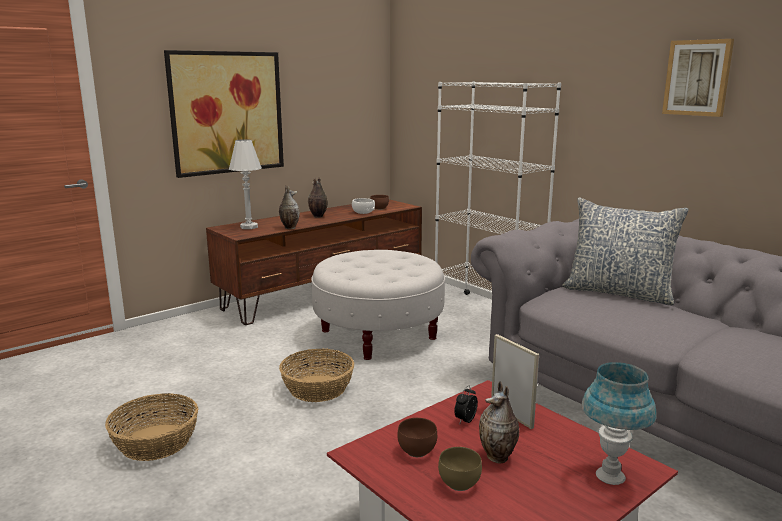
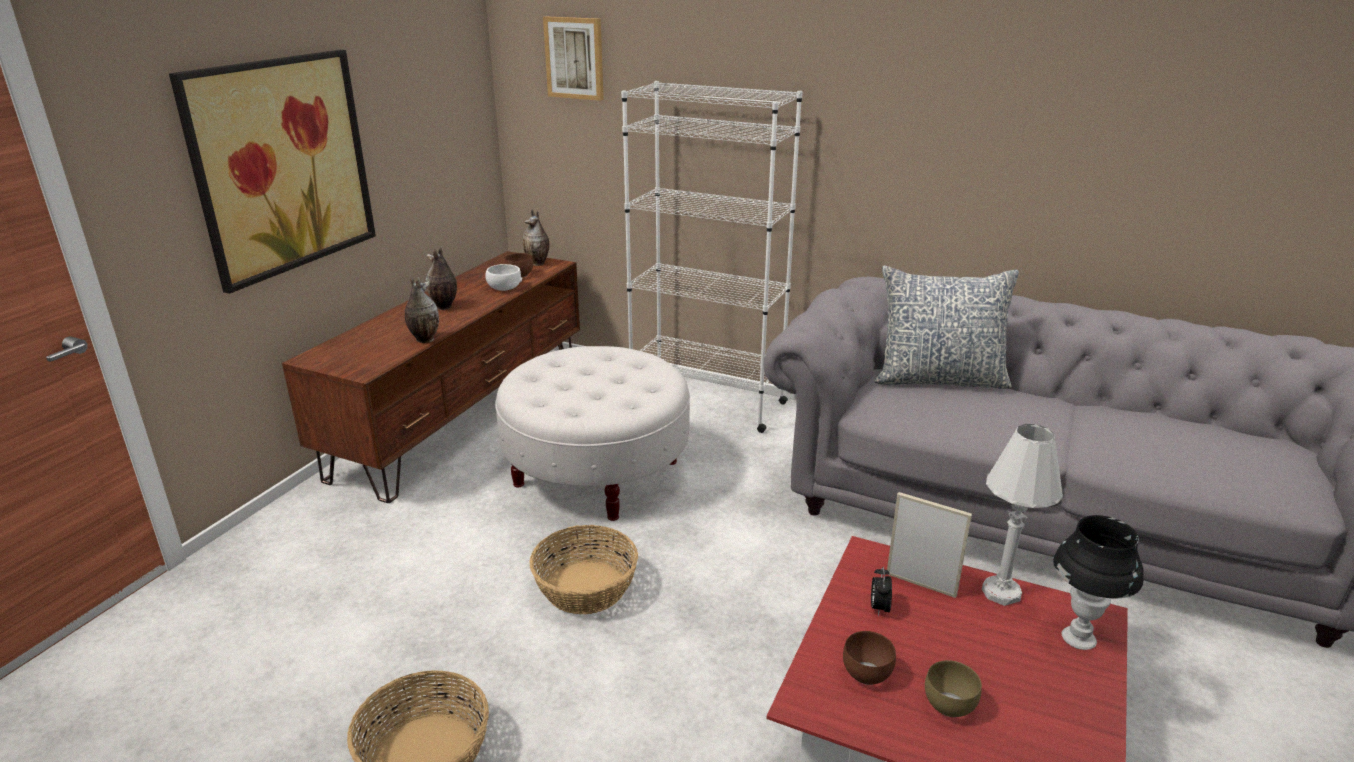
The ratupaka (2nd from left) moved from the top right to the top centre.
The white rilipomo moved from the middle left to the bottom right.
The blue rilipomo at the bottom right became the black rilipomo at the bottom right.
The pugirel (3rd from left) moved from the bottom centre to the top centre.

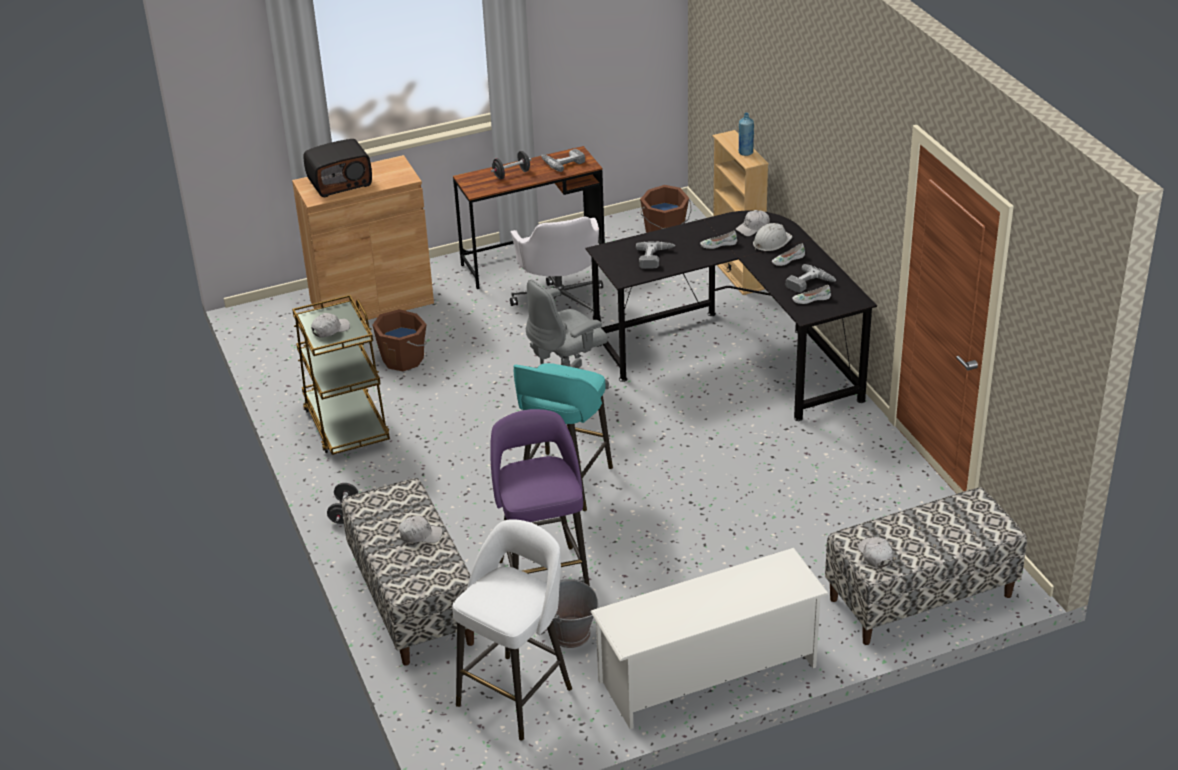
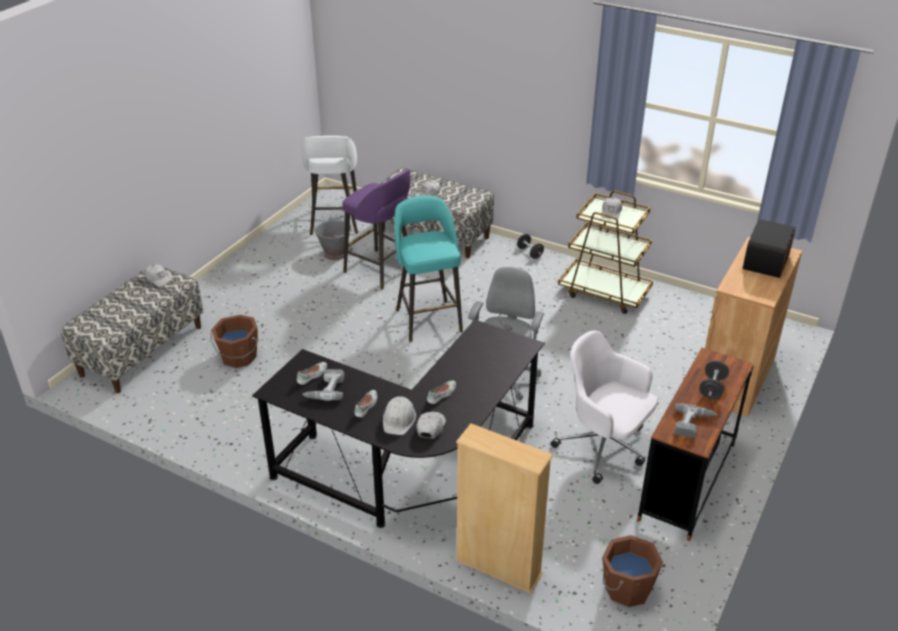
The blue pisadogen at the top centre disappeared.
The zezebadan (2nd from left) at the top centre disappeared.
The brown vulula (1st from left) moved from the centre to the middle left.
The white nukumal at the bottom centre disappeared.

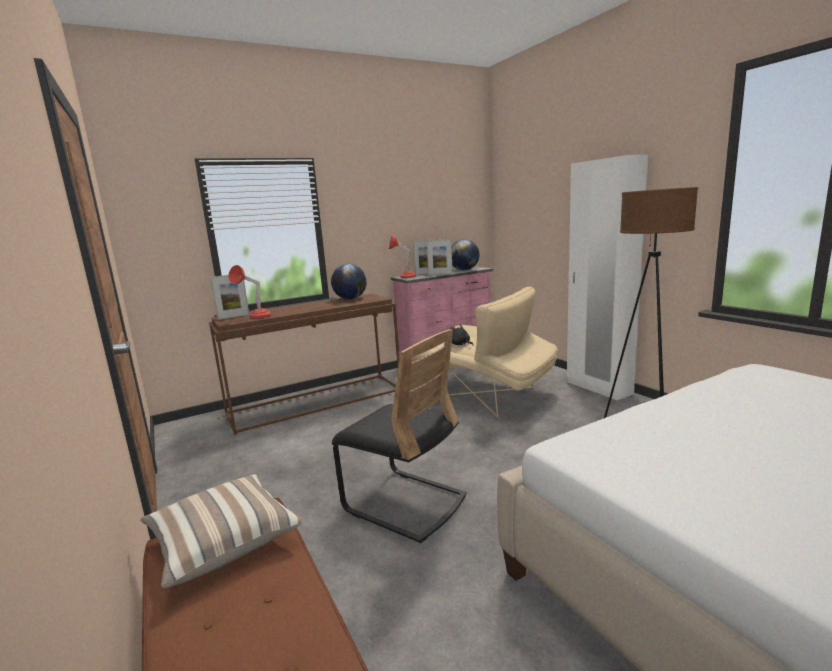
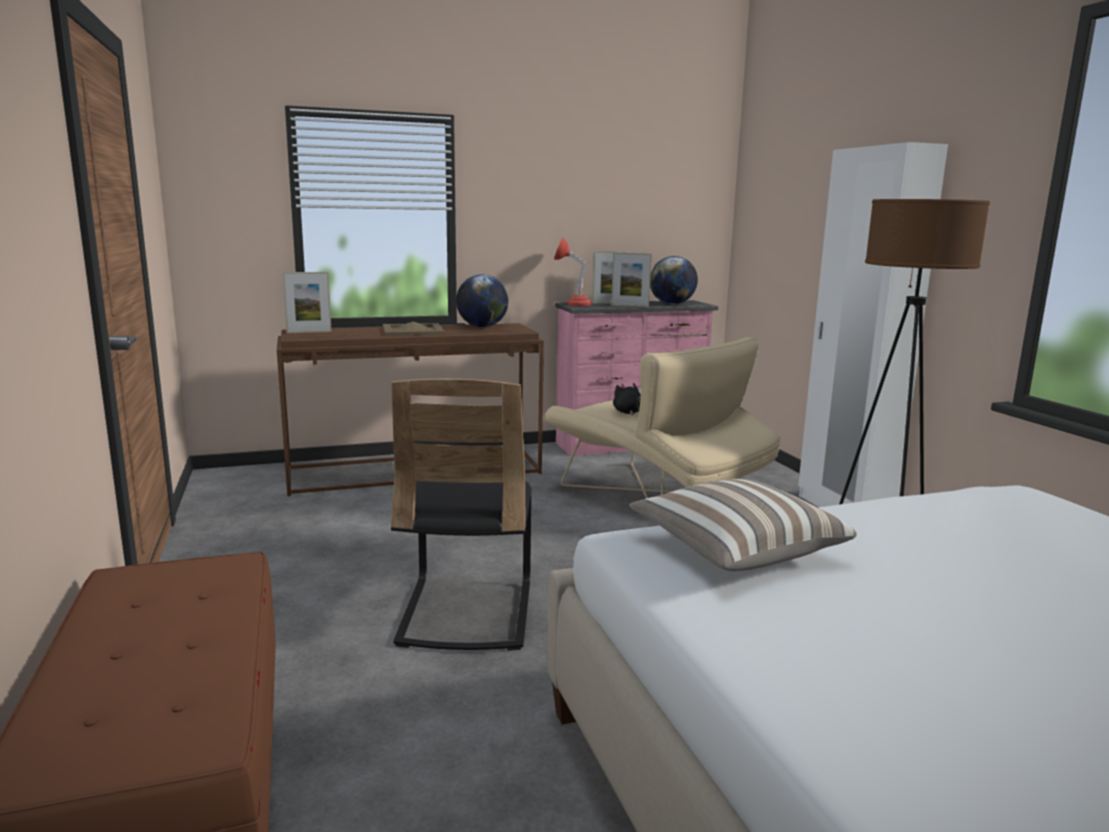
The red rilipomo (1st from left) at the middle left disappeared.
The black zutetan at the centre turned 45 degrees clockwise.
The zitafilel moved from the bottom left to the middle right.
The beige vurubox at the centre appeared.

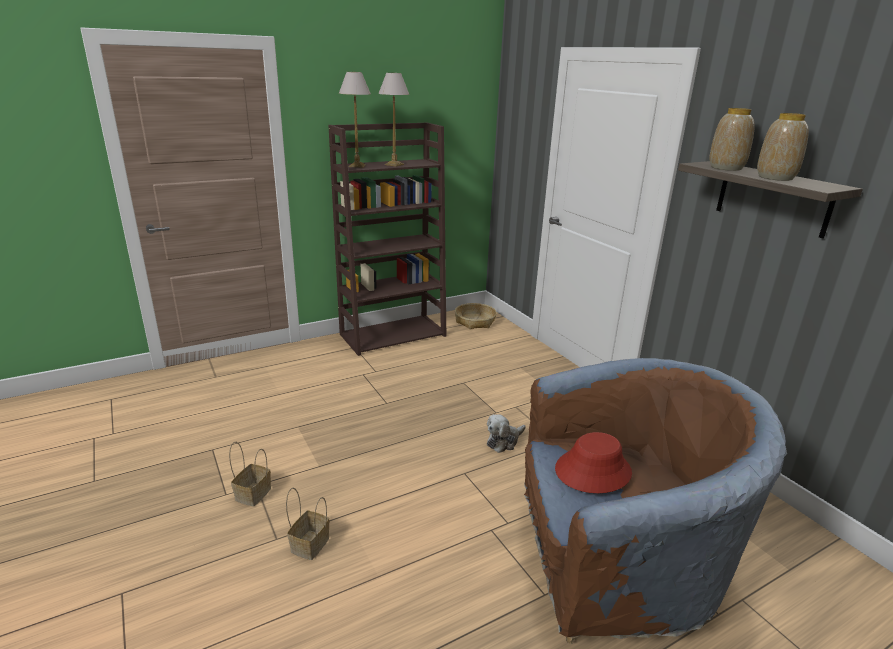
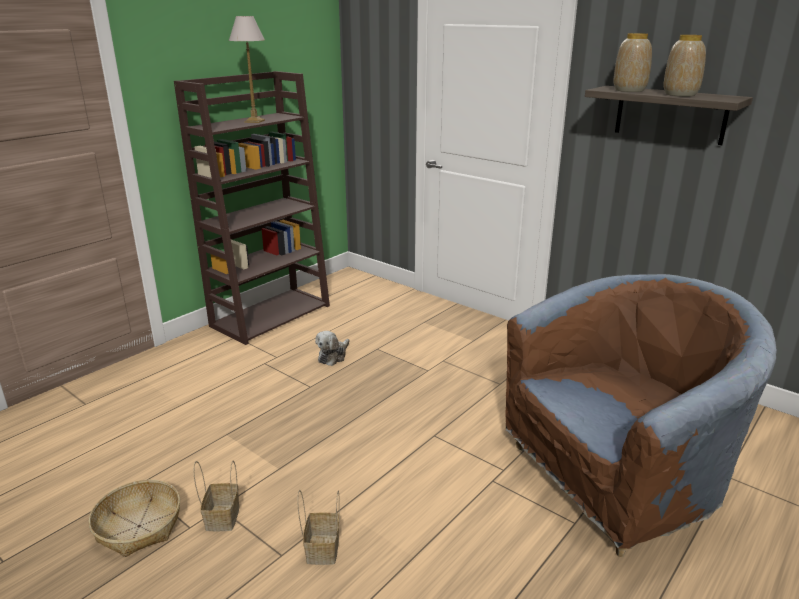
The rilipomo (1st from left) at the top centre disappeared.
The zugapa (3rd from left in the first image) moved from the centre to the bottom left.
The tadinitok moved from the bottom centre to the centre.
The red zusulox at the bottom centre disappeared.

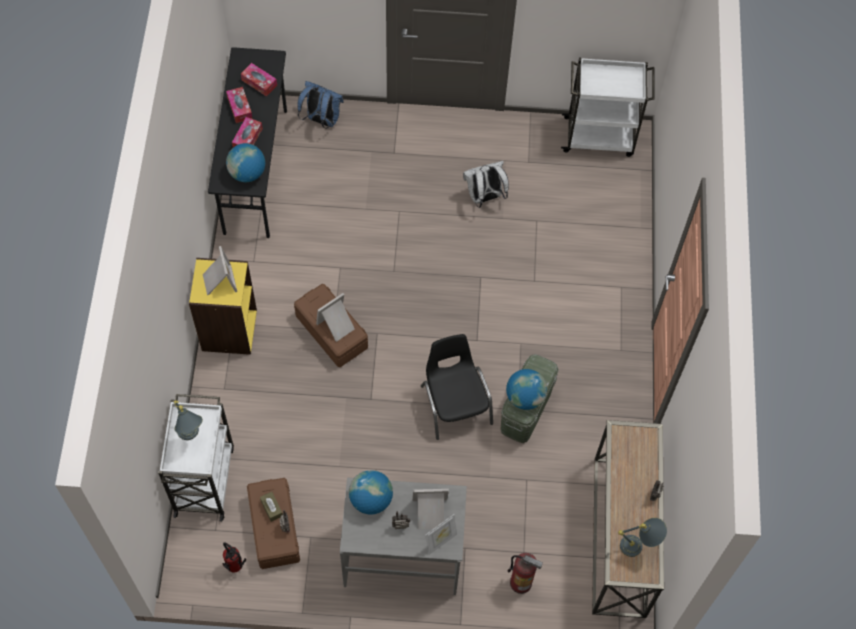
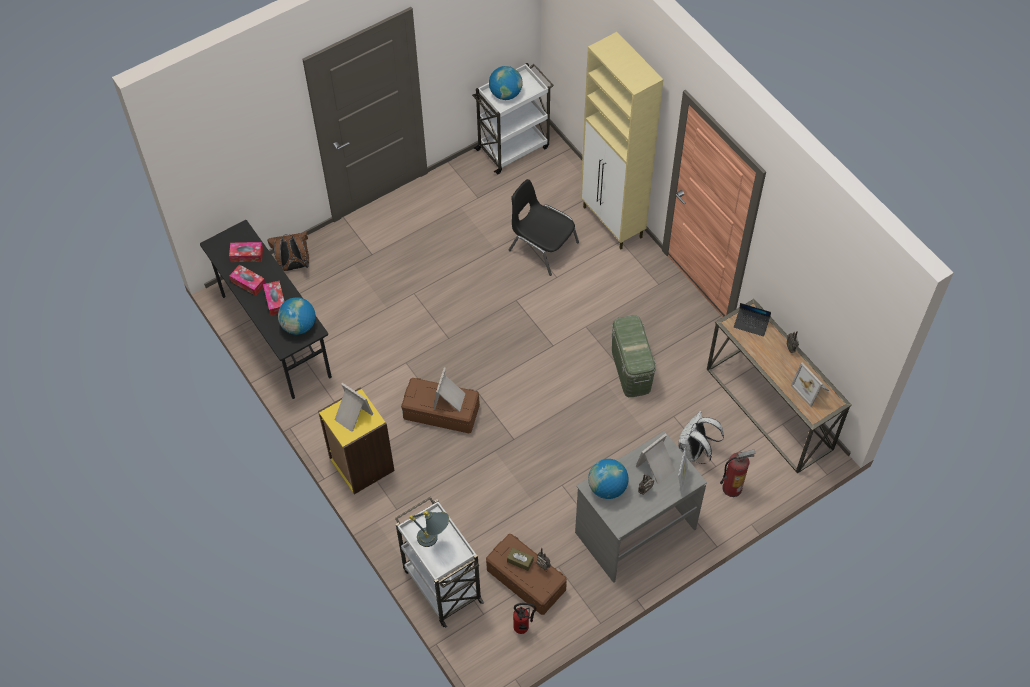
The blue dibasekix at the top centre became the brown dibasekix at the middle left.
The white dibasekix moved from the top centre to the middle right.
The black zutetan moved from the centre to the top centre.
The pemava (3rd from left in the first image) moved from the centre to the top centre.
The grey rilipomo (2nd from left) at the bottom right was replaced by the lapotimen (5th from left) at the middle right.
The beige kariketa at the top centre appeared.
The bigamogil at the middle right appeared.

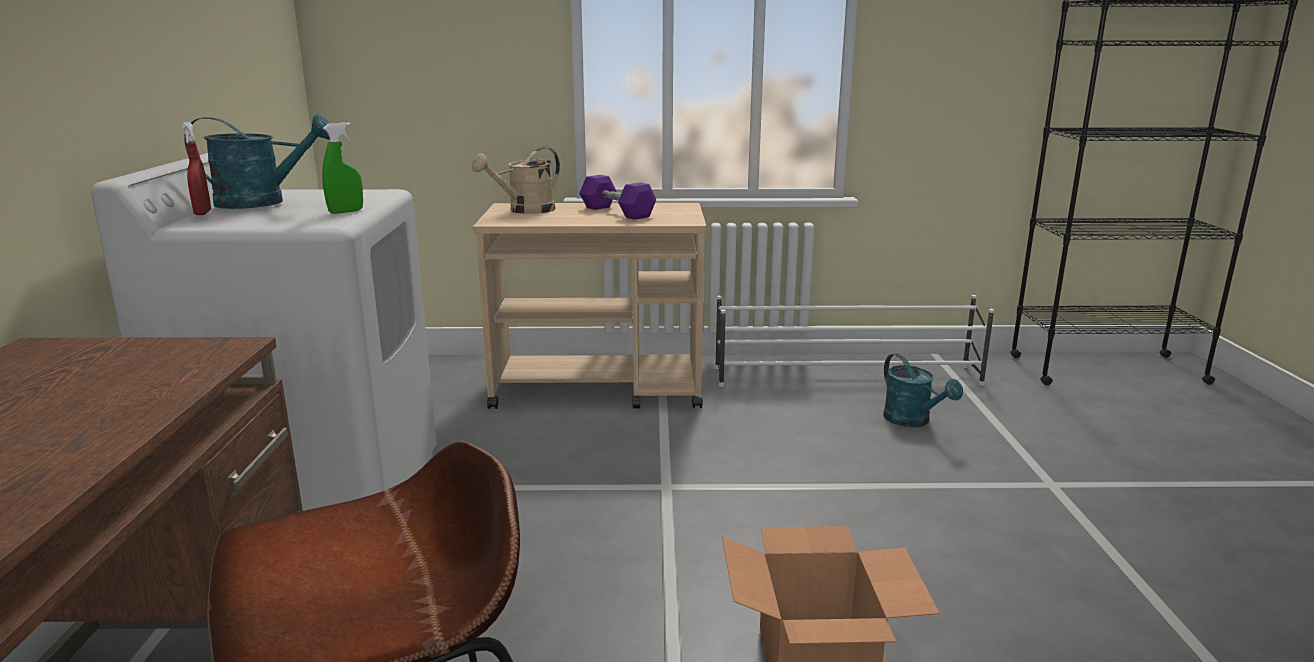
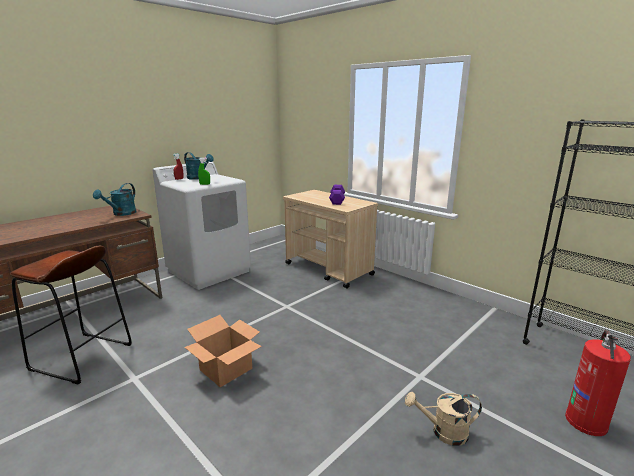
The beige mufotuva moved from the top centre to the bottom right.
The white nukumal at the centre disappeared.
The turquoise mufotuva (2nd from left in the first image) moved from the middle right to the middle left.
The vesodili at the bottom right appeared.

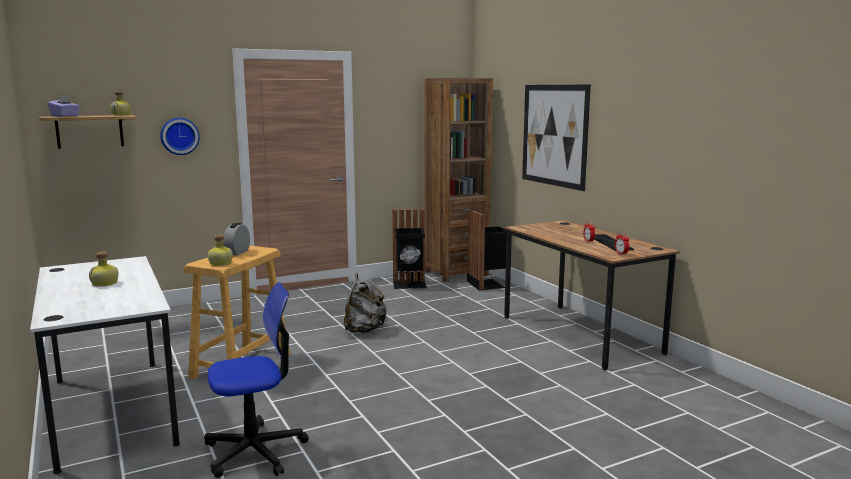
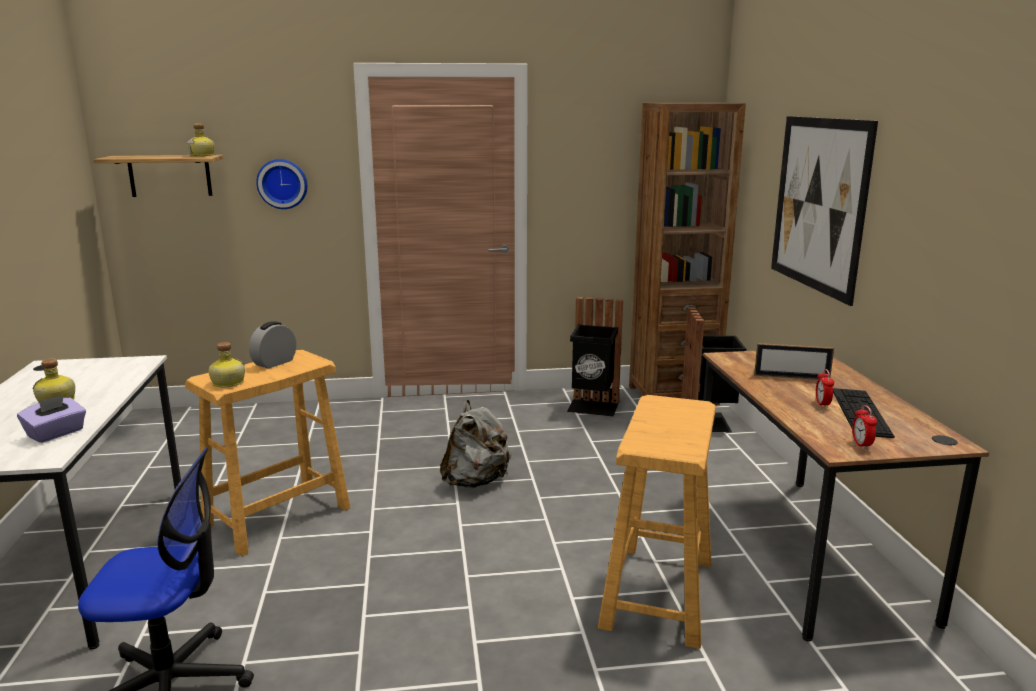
The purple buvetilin moved from the top left to the middle left.
The lapotimen at the middle right appeared.
The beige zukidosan (2nd from left) at the bottom centre appeared.

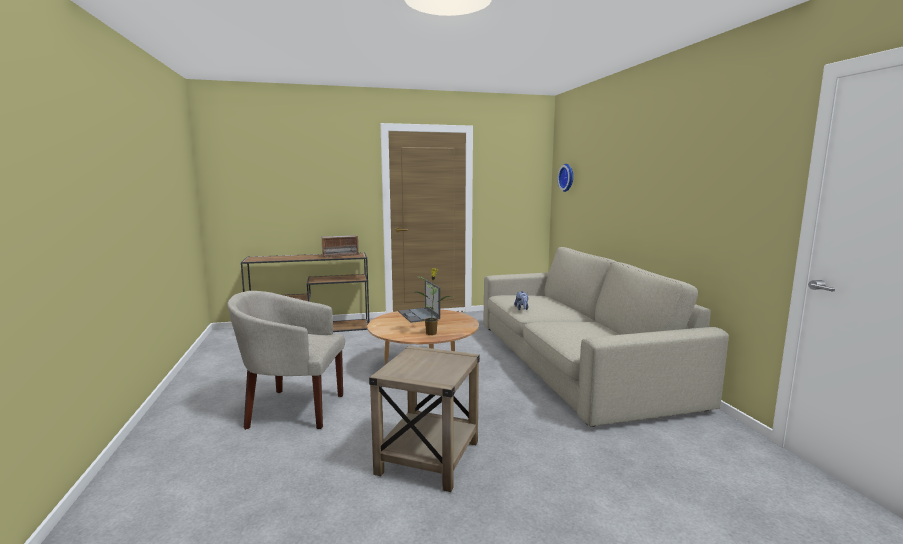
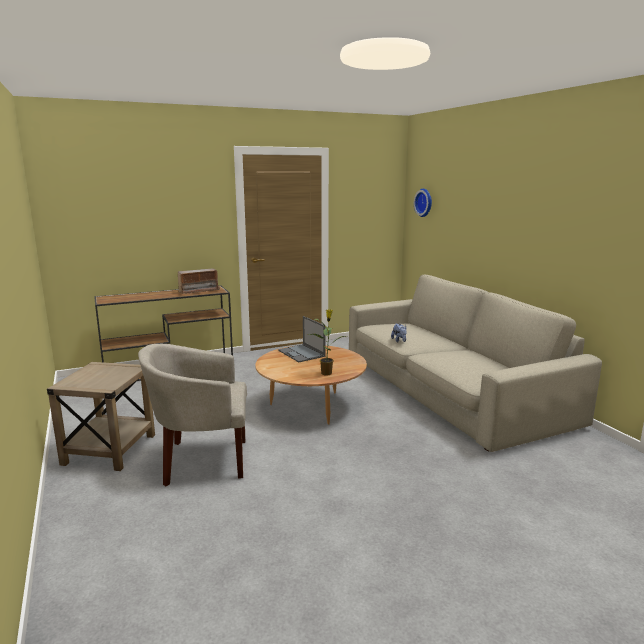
The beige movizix moved from the bottom centre to the middle left.

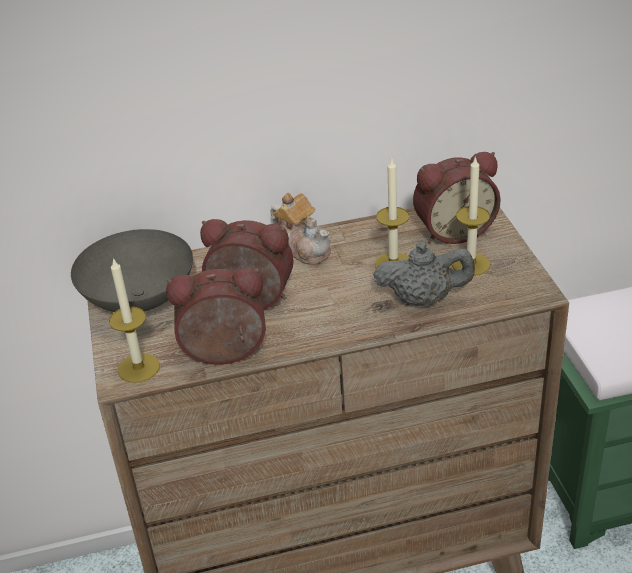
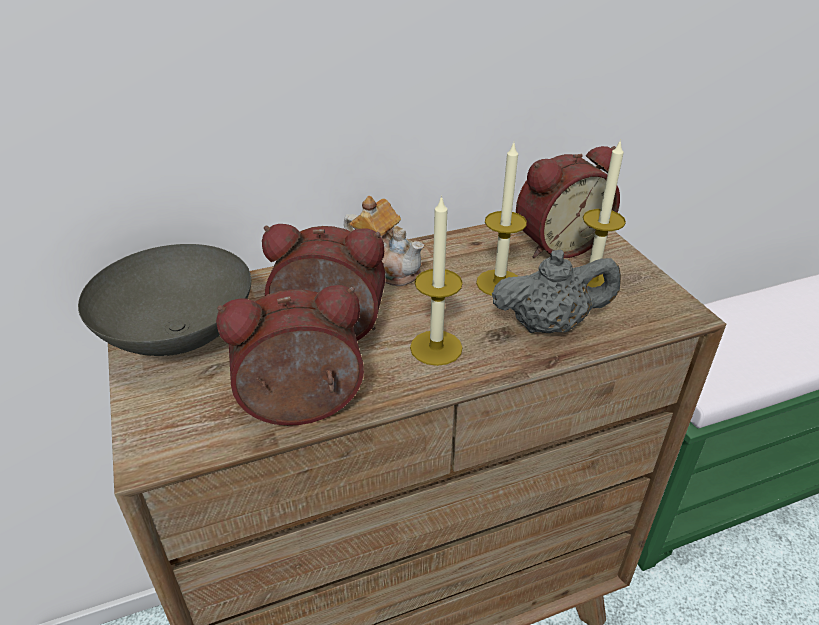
The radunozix (1st from left) moved from the middle left to the centre.

